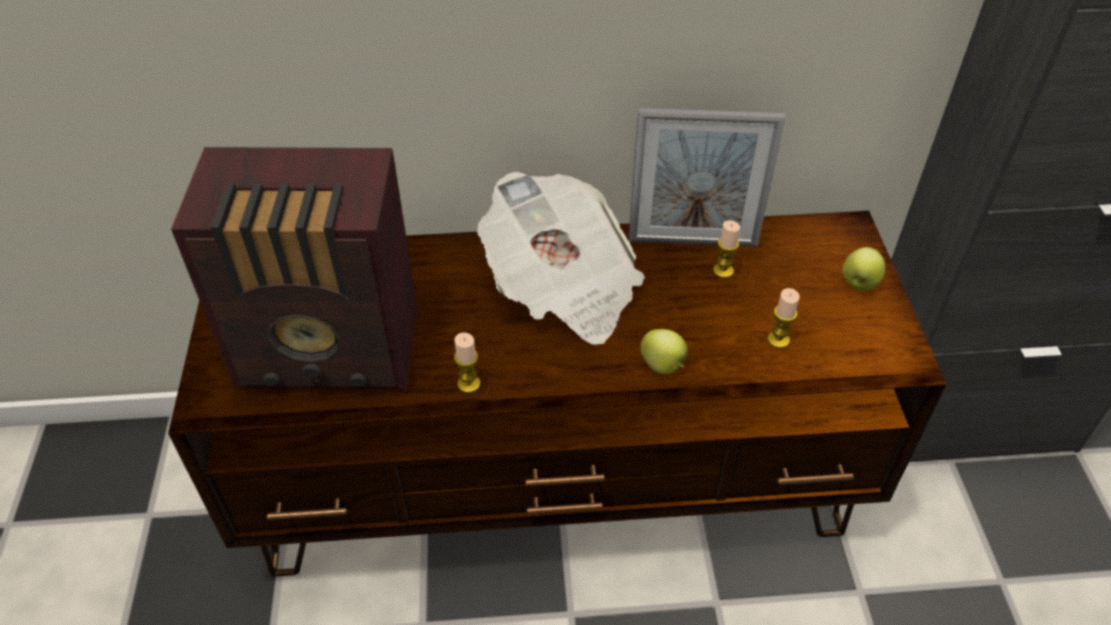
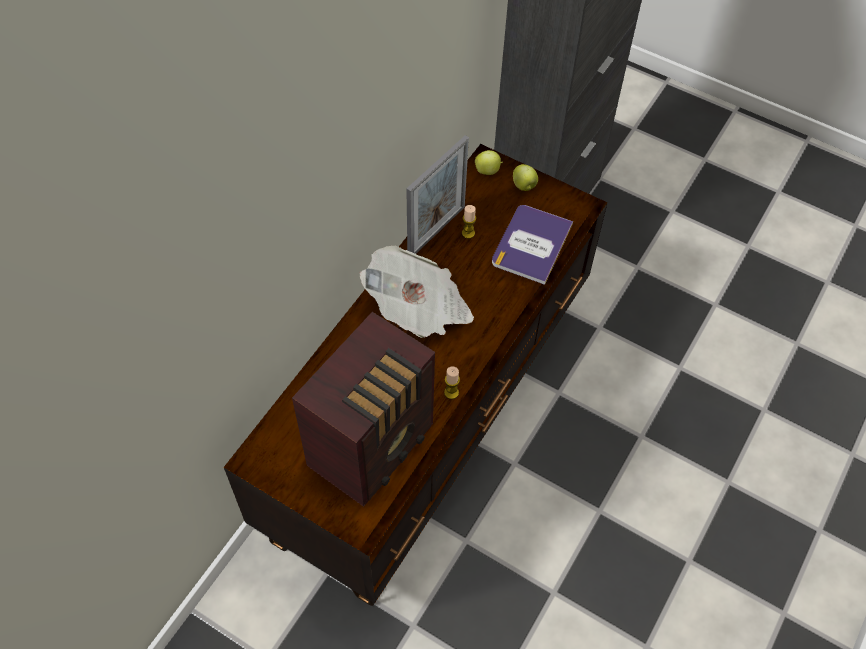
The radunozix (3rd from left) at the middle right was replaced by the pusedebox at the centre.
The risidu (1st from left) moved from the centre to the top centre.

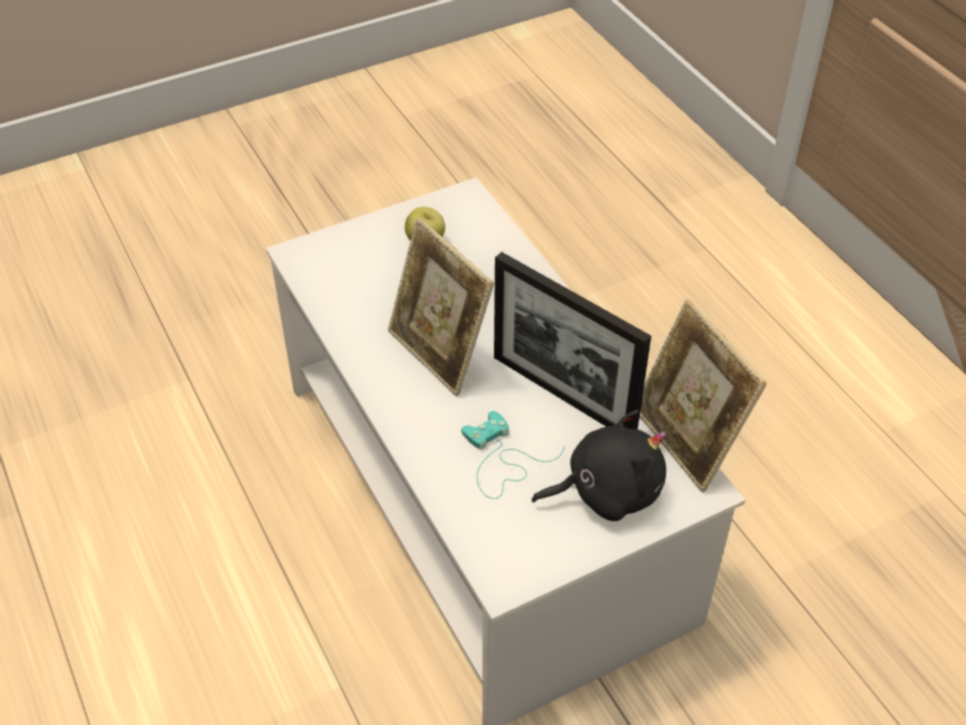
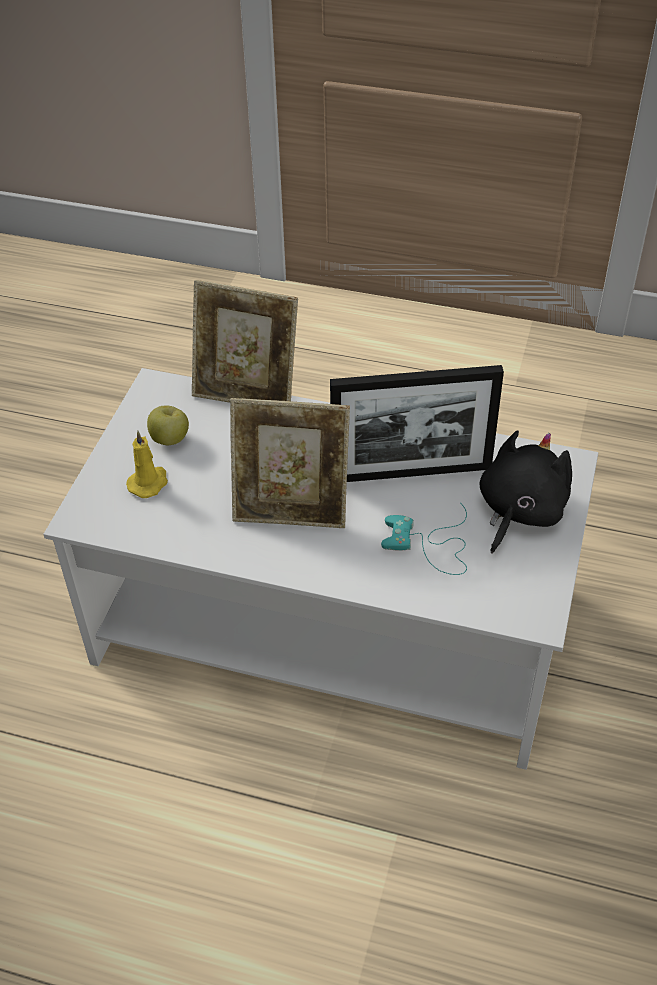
The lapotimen (3rd from left in the first image) moved from the middle right to the centre.
The yellow radunozix at the middle left appeared.

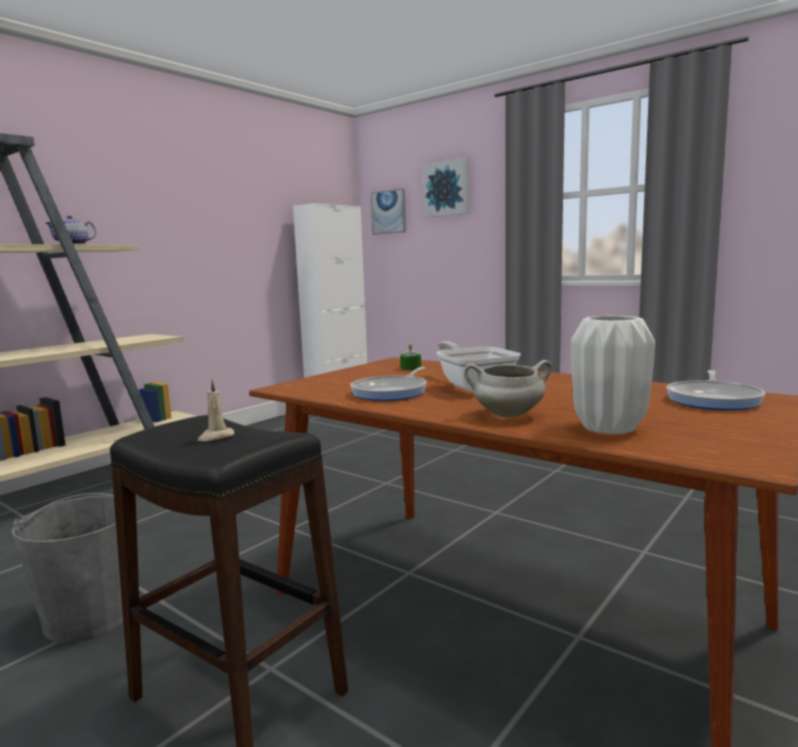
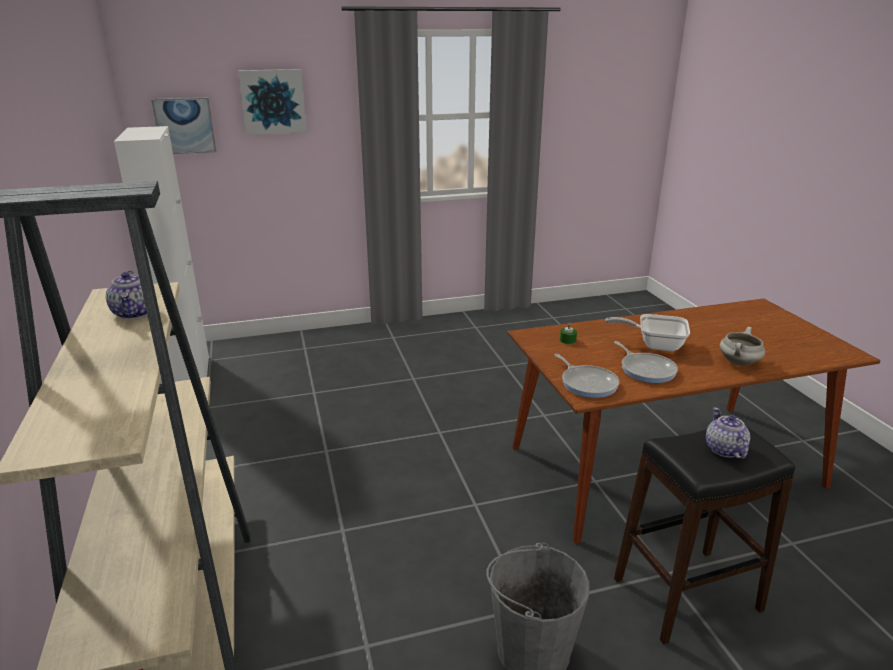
The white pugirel at the middle right disappeared.
The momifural (3rd from left in the first image) moved from the middle right to the centre.
The beige radunozix at the middle left was replaced by the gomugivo (2nd from left) at the middle right.

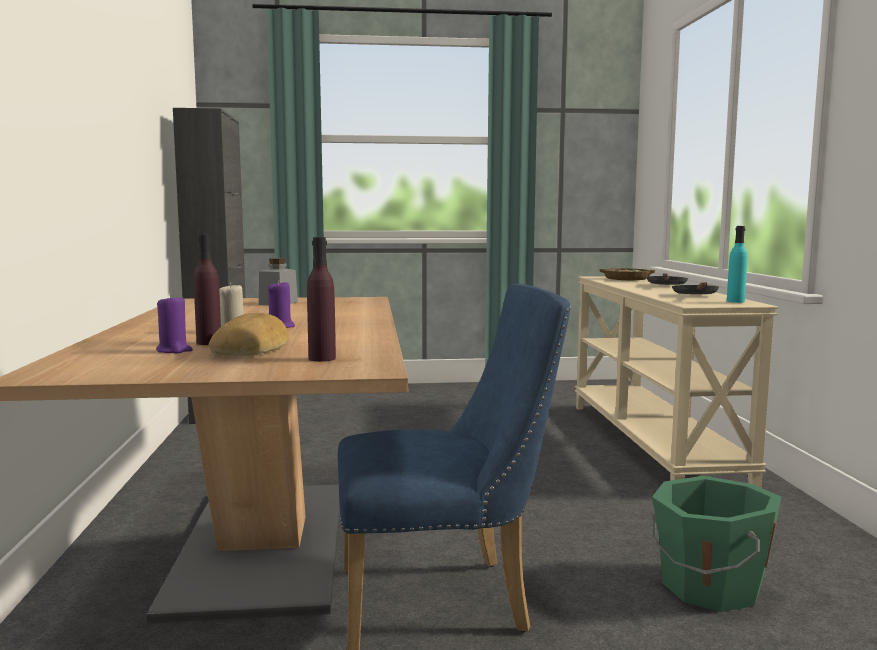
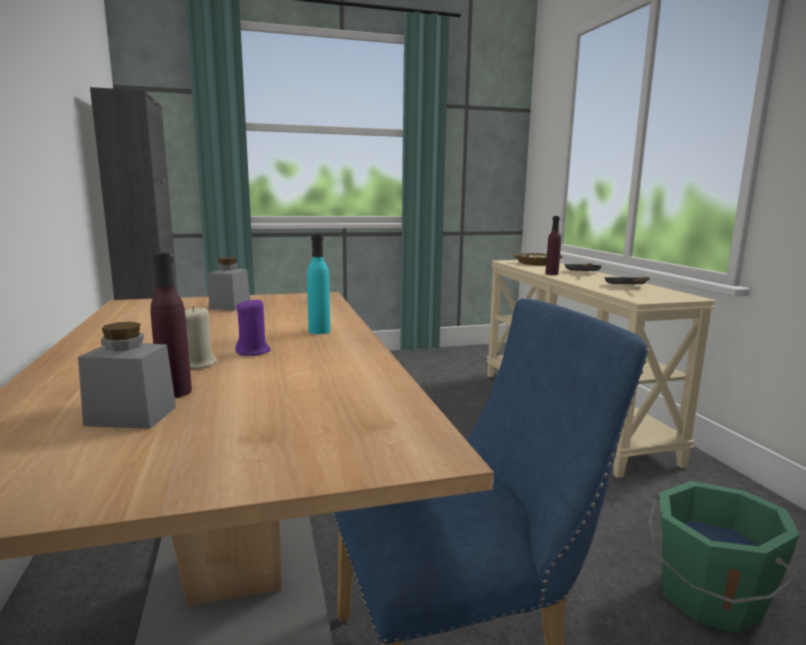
The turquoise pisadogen moved from the middle right to the centre.
The purple pisadogen (2nd from left) moved from the centre to the middle right.
The purple radunozix (1st from left) at the middle left was replaced by the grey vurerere (1st from left) at the middle left.
The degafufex at the middle left disappeared.

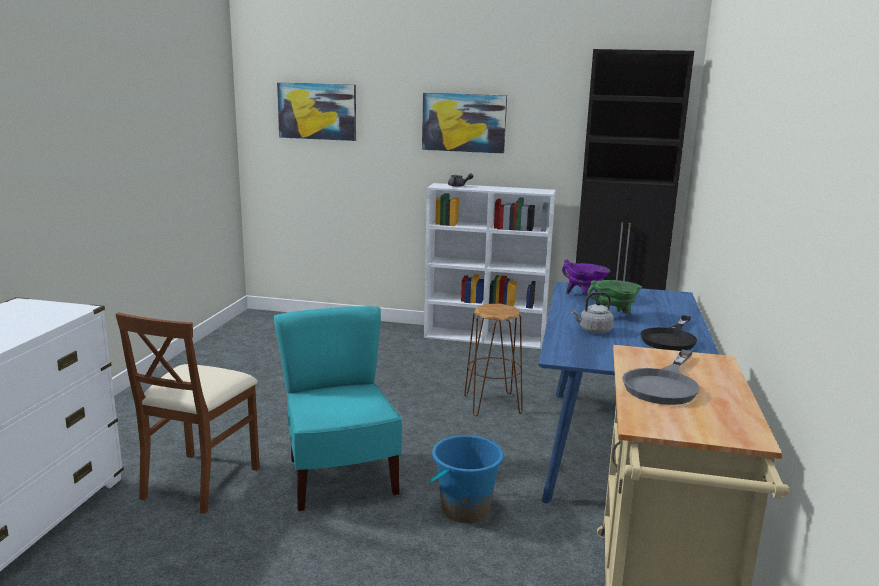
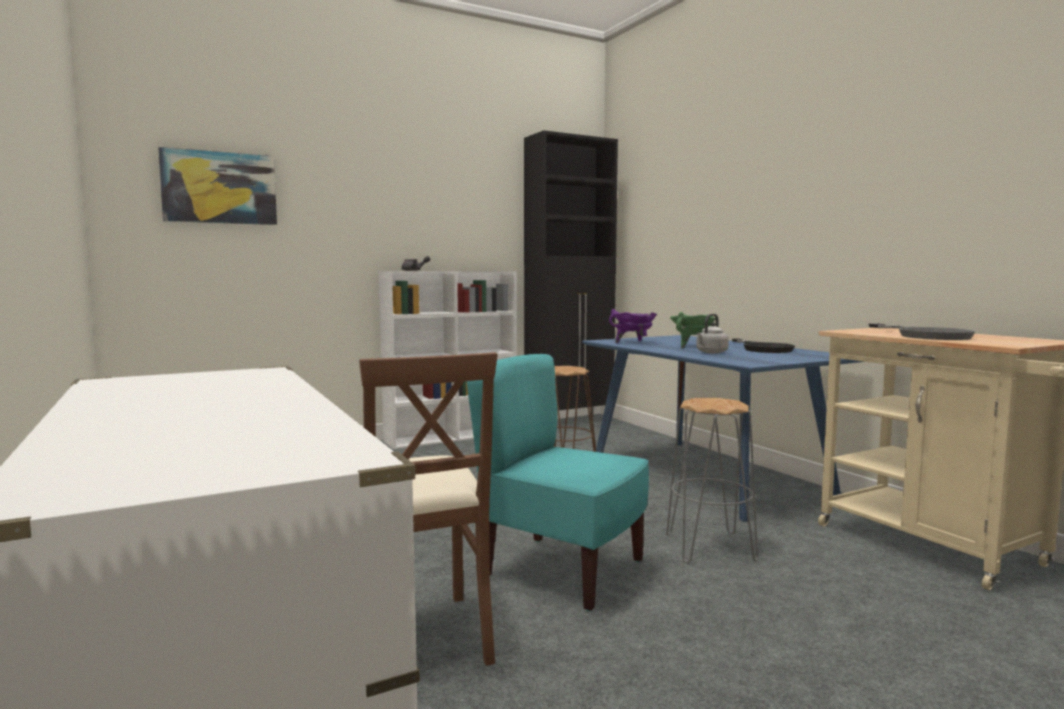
The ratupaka (2nd from left) at the top centre disappeared.
The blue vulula at the bottom centre was replaced by the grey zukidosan at the bottom right.

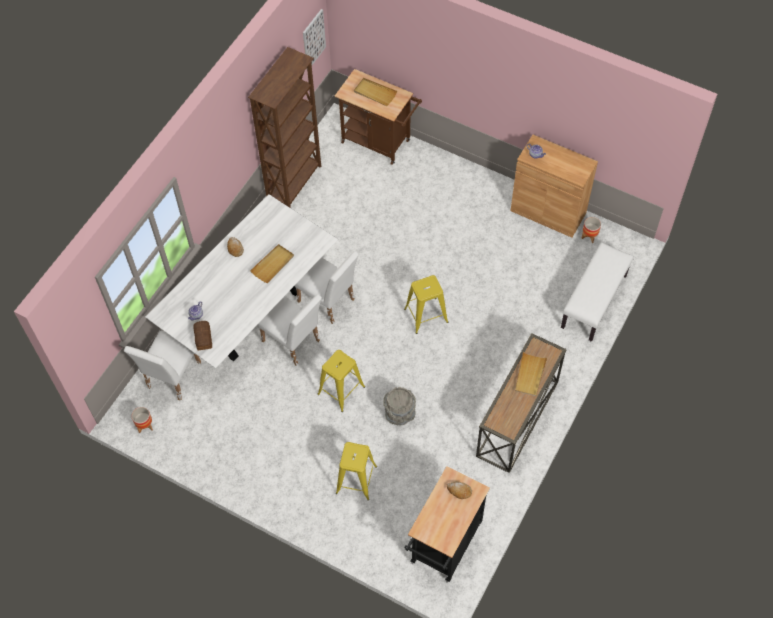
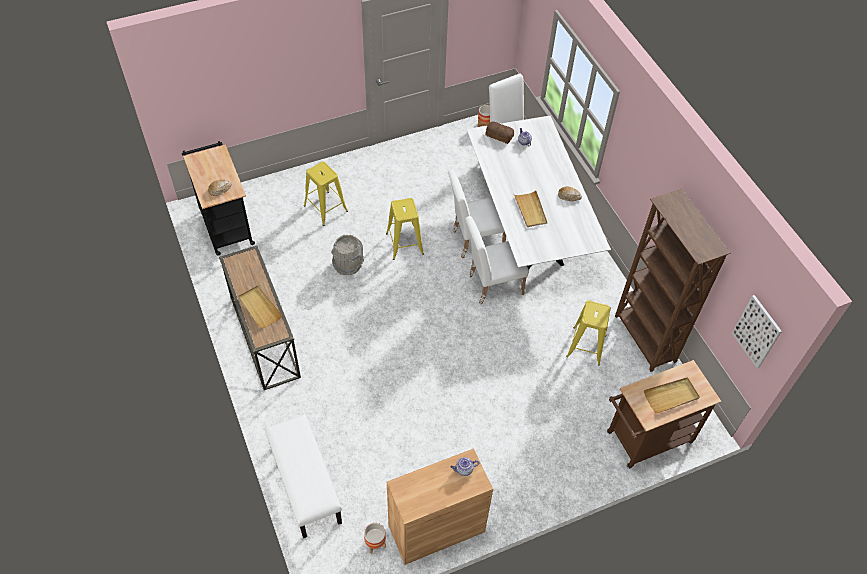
The yellow zukidosan (3rd from left) moved from the centre to the middle right.

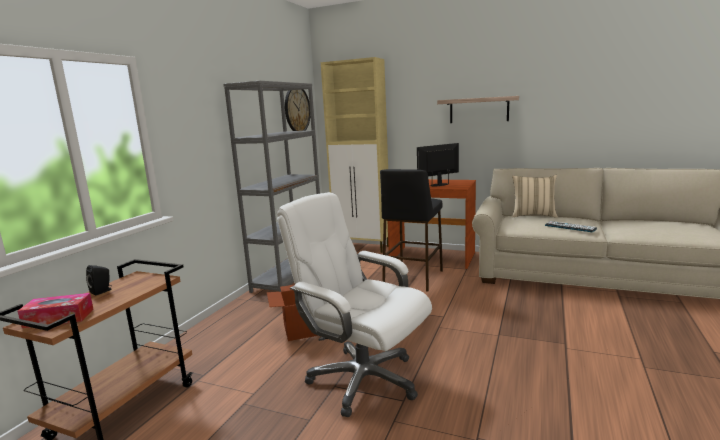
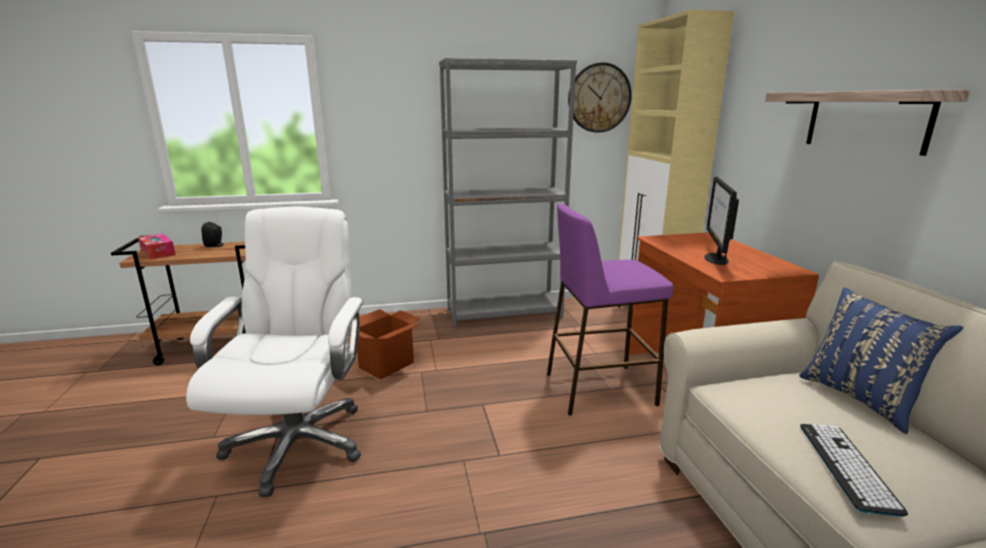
The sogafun at the centre turned 105 degrees counterclockwise.
The black zukidosan at the centre became the purple zukidosan at the centre.
The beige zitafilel at the middle right became the blue zitafilel at the middle right.

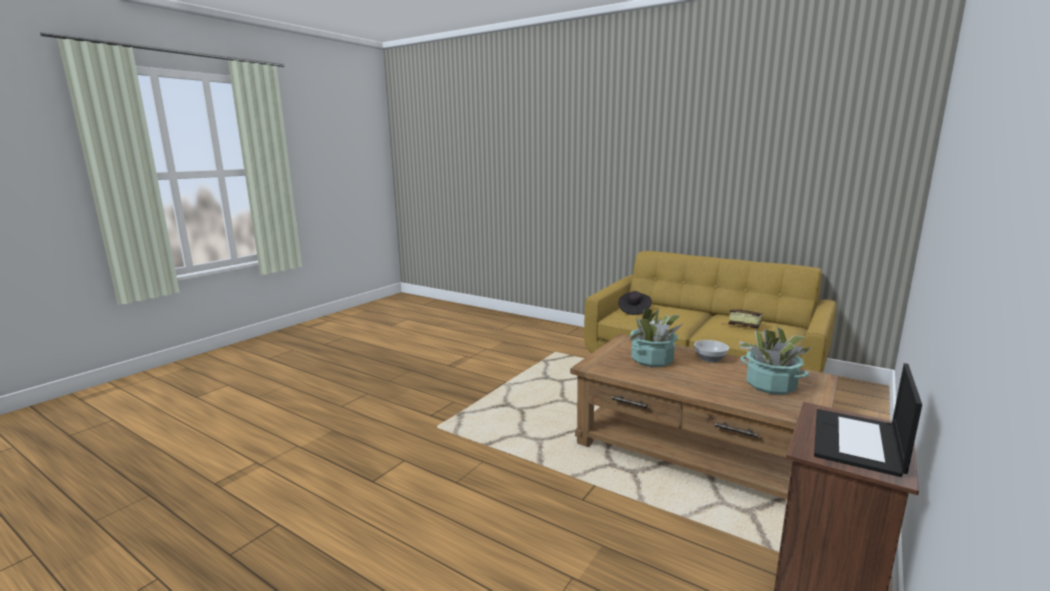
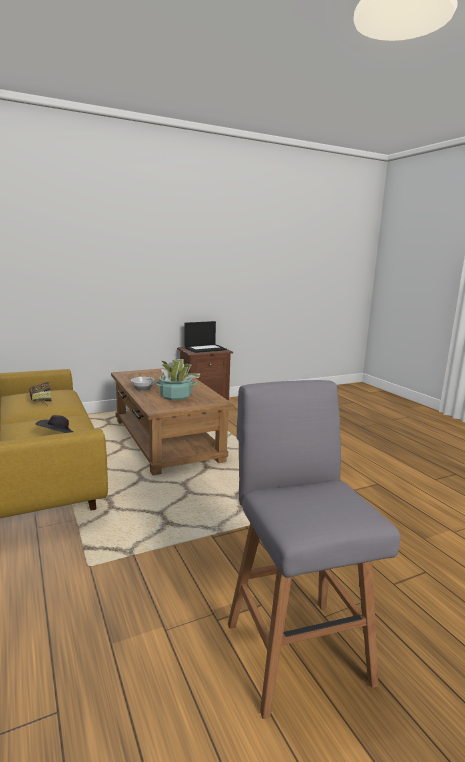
The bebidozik (2nd from left) at the middle right disappeared.
The grey zukidosan at the bottom right appeared.

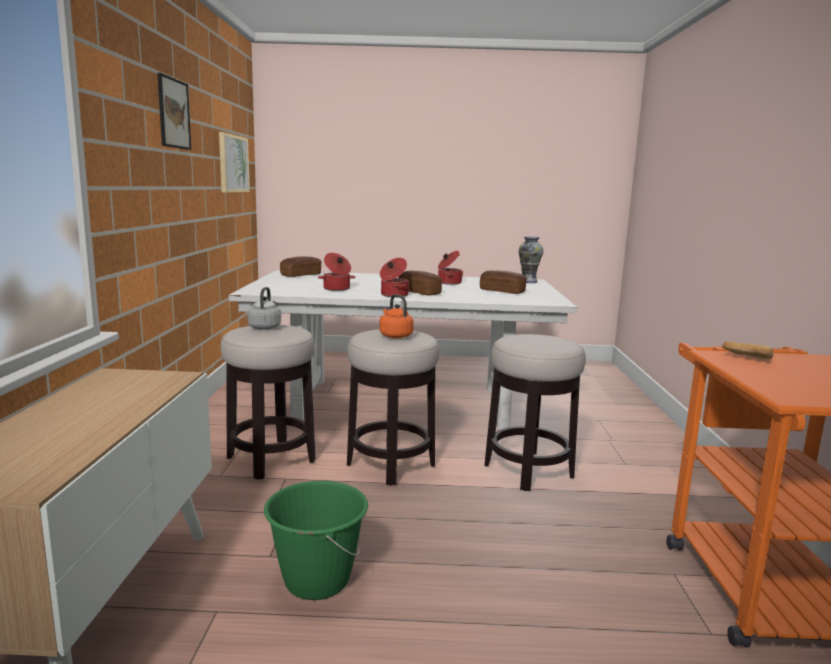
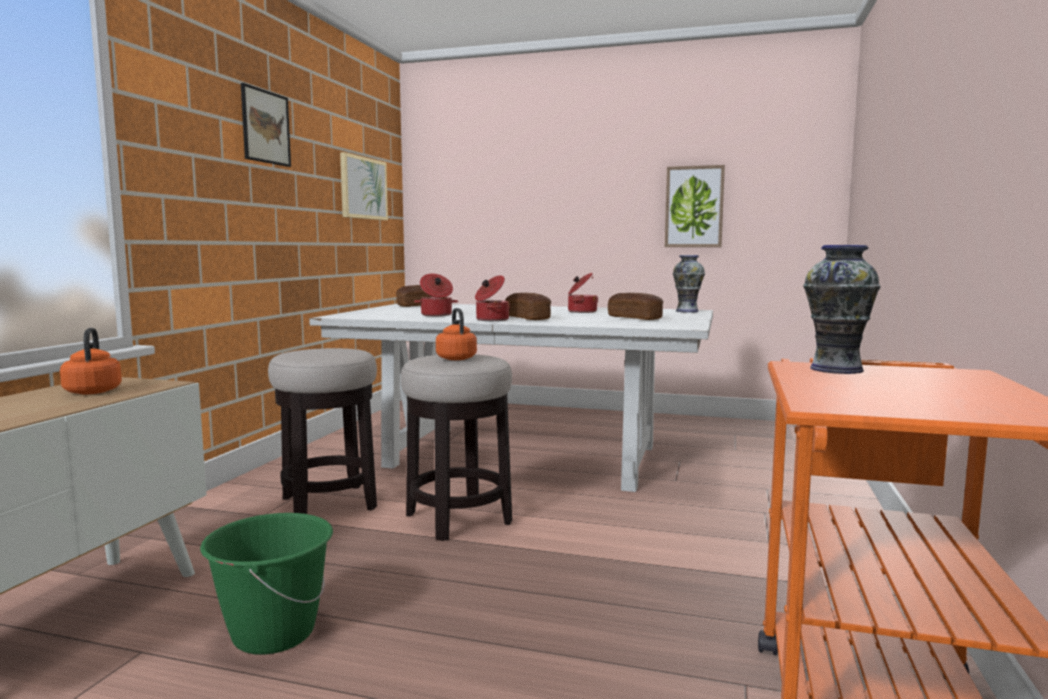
The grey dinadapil at the middle left disappeared.
The zukidosan (3rd from left) at the centre disappeared.
The degafufex (4th from left) at the middle right was replaced by the pugirel (2nd from left) at the middle right.
The ratupaka (3rd from left) at the top centre appeared.
The orange dinadapil (1st from left) at the middle left appeared.

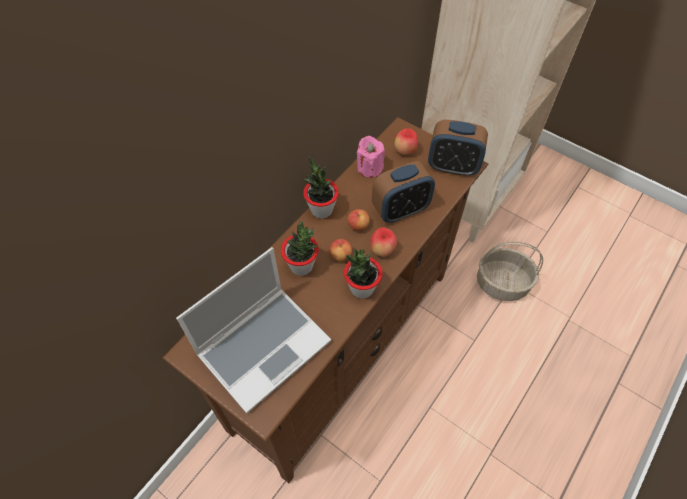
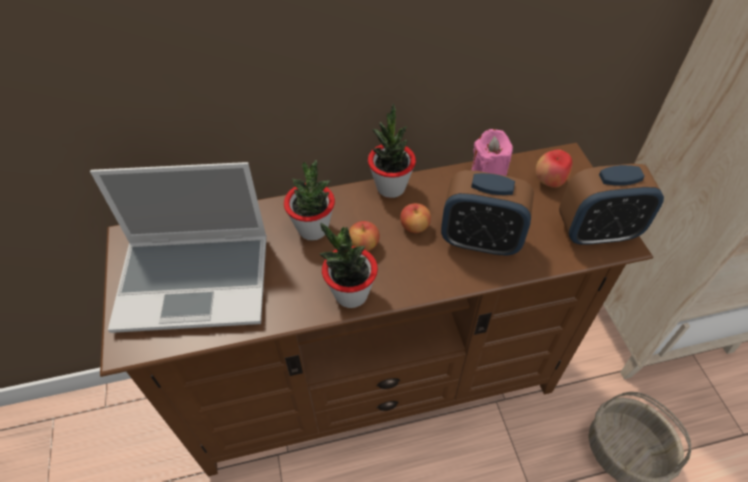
The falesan (2nd from left) at the top right turned 60 degrees counterclockwise.
The risidu (3rd from left) at the centre disappeared.

